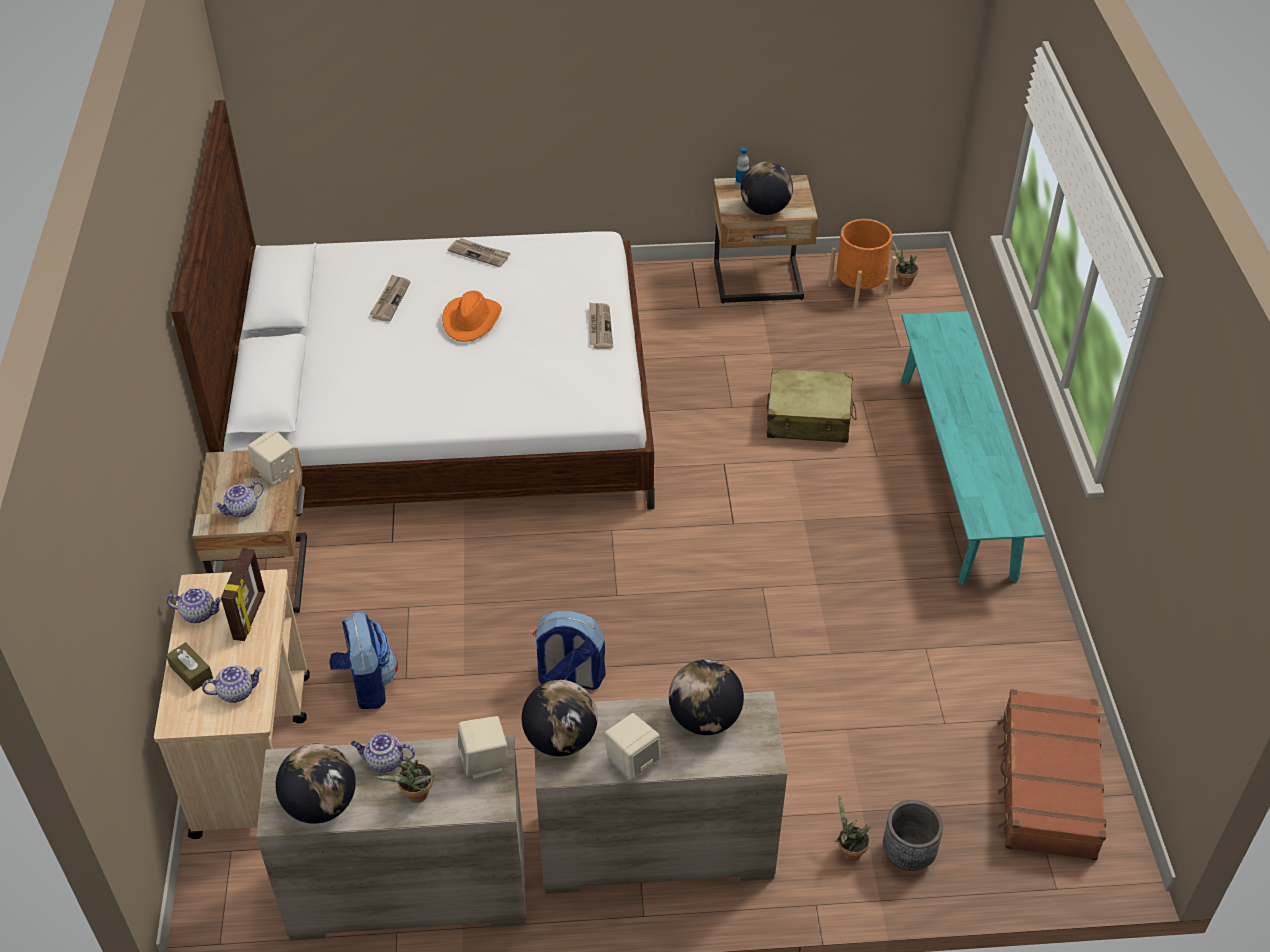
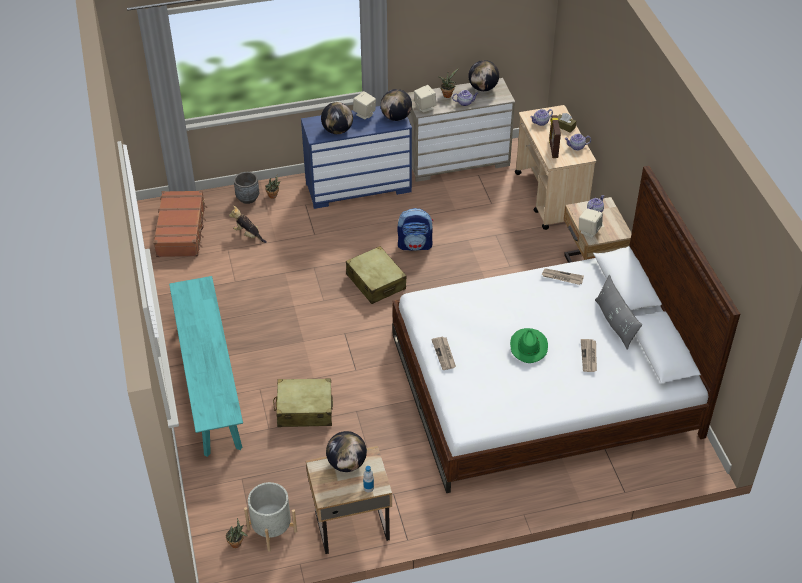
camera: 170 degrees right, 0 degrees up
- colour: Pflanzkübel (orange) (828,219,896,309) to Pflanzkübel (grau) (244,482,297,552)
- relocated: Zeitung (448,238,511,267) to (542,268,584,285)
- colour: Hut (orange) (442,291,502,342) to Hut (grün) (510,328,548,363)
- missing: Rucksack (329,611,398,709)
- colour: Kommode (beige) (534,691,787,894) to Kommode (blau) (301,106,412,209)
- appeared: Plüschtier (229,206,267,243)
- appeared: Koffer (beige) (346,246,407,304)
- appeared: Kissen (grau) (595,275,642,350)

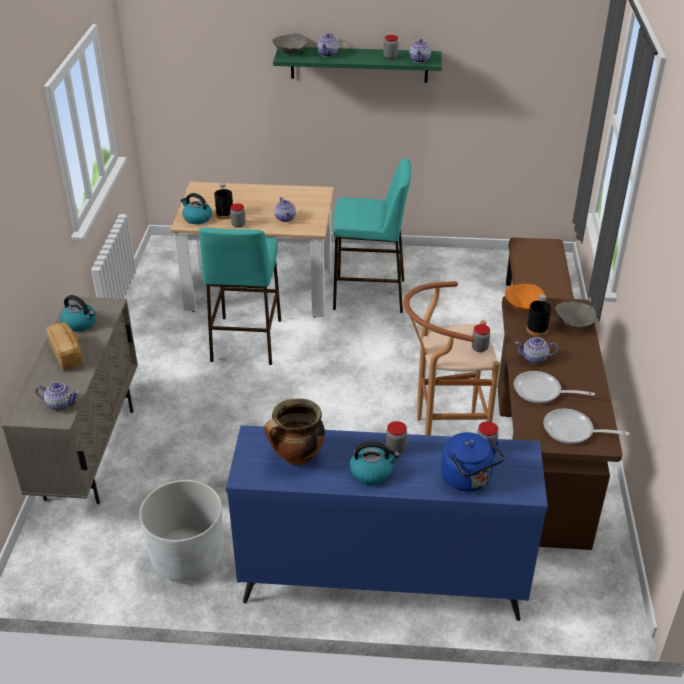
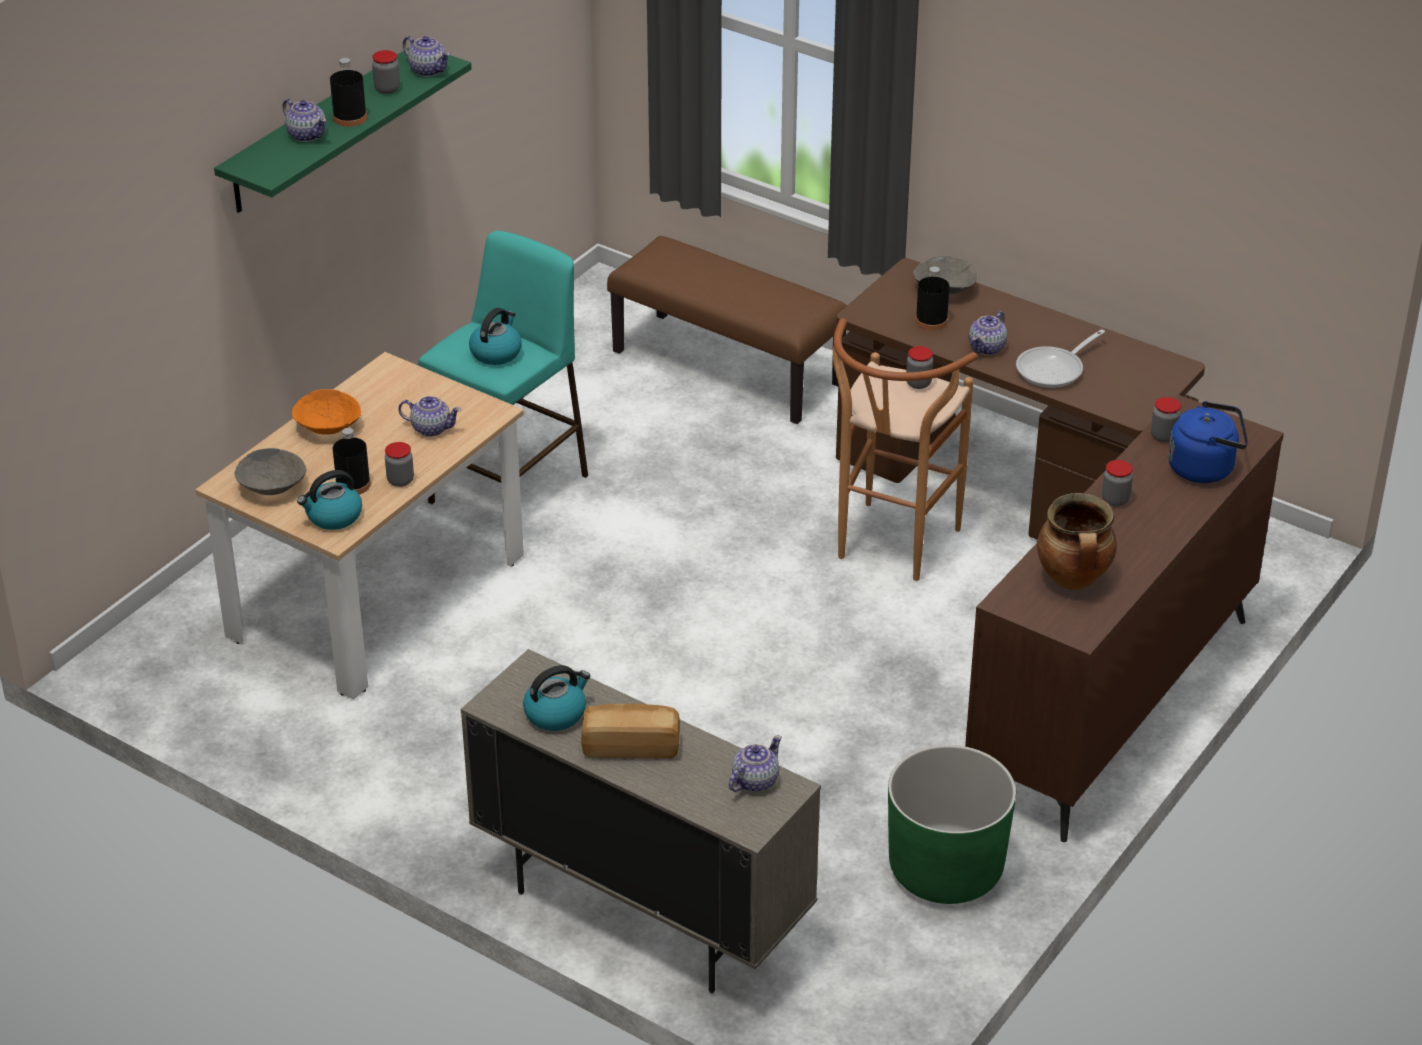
camera: 60 degrees left, 0 degrees up
- relocated: Schüssel (grau) (272,34,307,54) to (234,448,306,495)
- missing: Hocker (türkis) (199,228,281,365)
- relocated: Schüssel (orange) (505,284,545,311) to (292,389,361,435)
- missing: Pfanne (543,409,629,444)
- colour: Kommode (blau) (226,425,548,621) to Kommode (braun) (965,394,1284,842)
- relocated: Wasserkessel (350,441,400,485) to (469,308,522,365)
- colour: Pflanzkübel (weiß) (139,480,223,582) to Pflanzkübel (grün) (888,745,1016,904)
- appeared: Flasche (schwarz) (330,58,367,127)

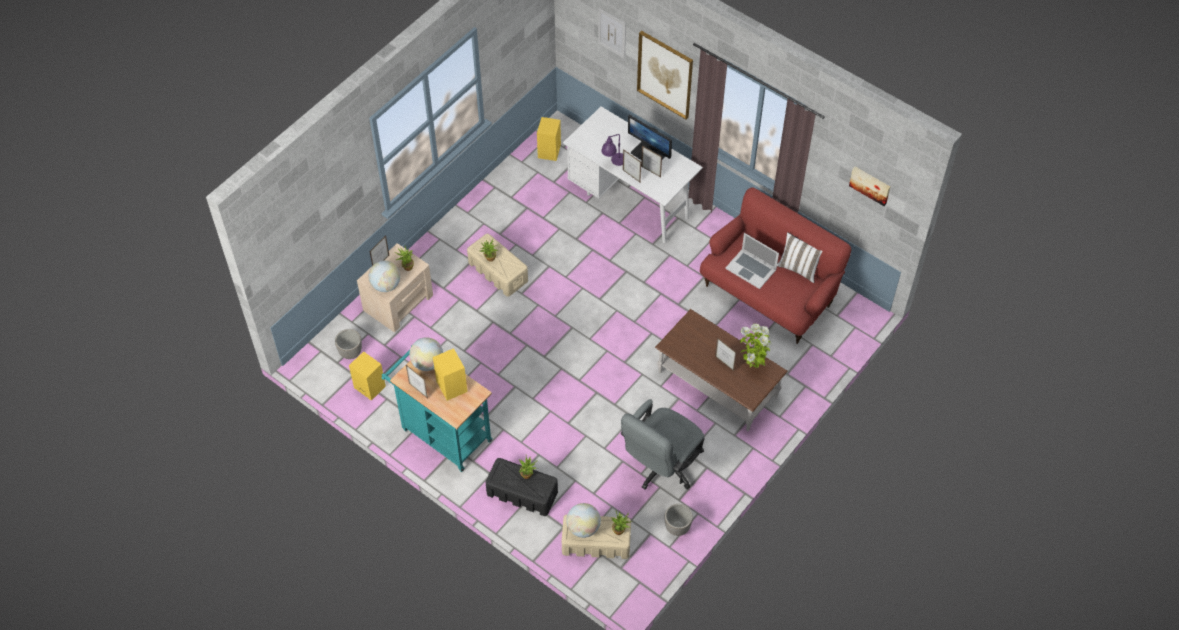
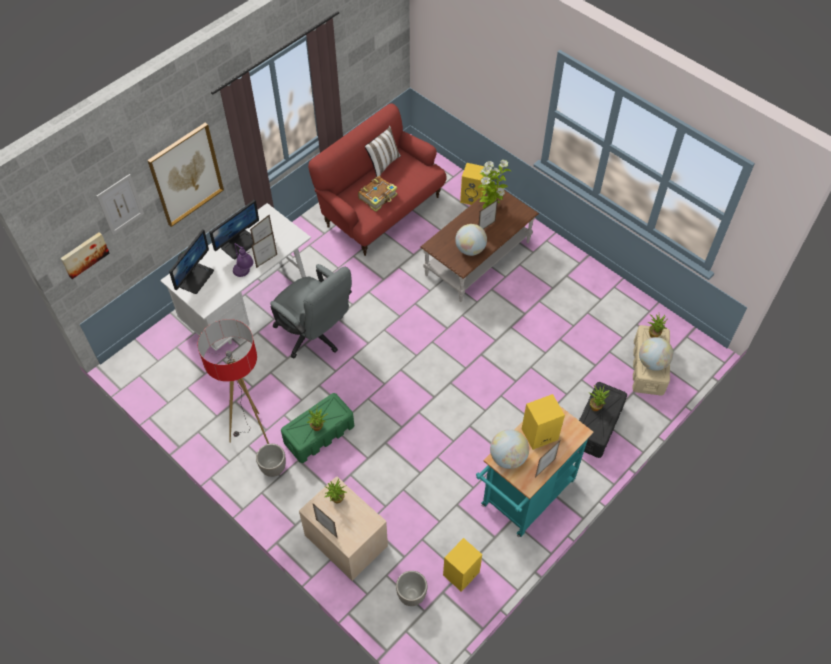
camera: 85 degrees left, 0 degrees up
- relocated: Lautsprecher (gelb) (537,117,561,161) to (460,163,486,205)
- relocated: Bild (849,166,890,206) to (61,232,110,279)
- exchanged: Laptop (725,233,779,289) to Buch (358,176,397,212)
- colour: Aufbewahrungsbox (beige) (467,234,528,297) to Aufbewahrungsbox (grün) (281,393,354,463)
- relocated: Globus (368,261,400,292) to (455,224,487,256)
- relocated: Bürostuhl (grau) (621,399,705,489) to (270,264,352,359)
- relocated: Pflanzkübel (665,504,693,536) to (256,444,286,477)
- appeared: Monitor (169,229,214,294)
- appeared: Stehlampe (198,319,269,444)

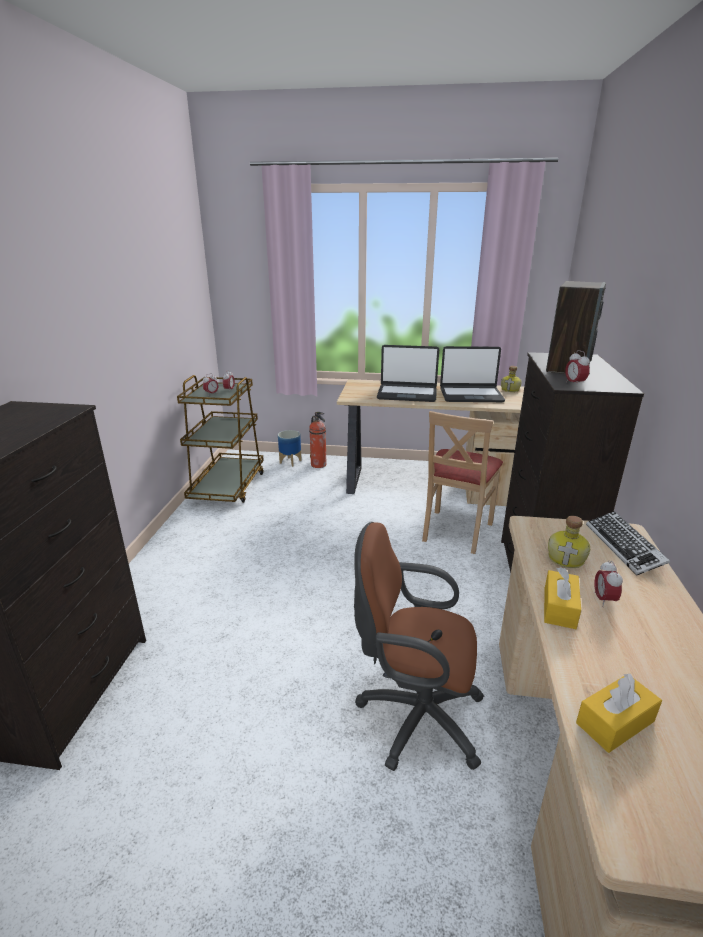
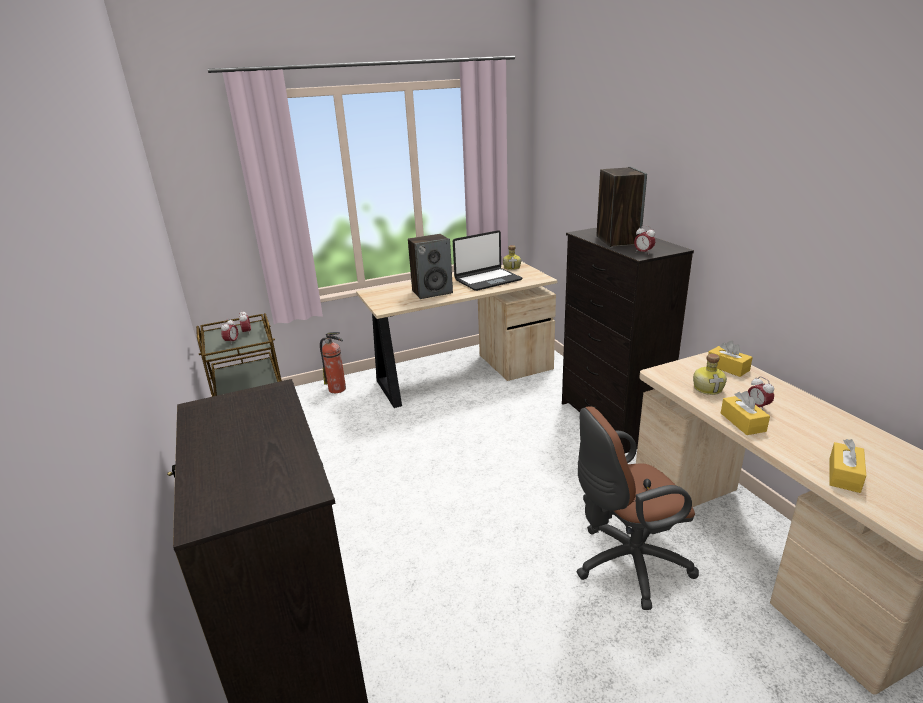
camera: 30 degrees left, 0 degrees up
- exchanged: Laptop (377,345,439,402) to Lautsprecher (408,234,453,299)
- missing: Stuhl (beige) (422,411,503,554)
- missing: Pflanzkübel (278,430,302,467)
- exchanged: Tastatur (586,511,670,575) to Taschentuchbox (gelb) (708,340,753,377)

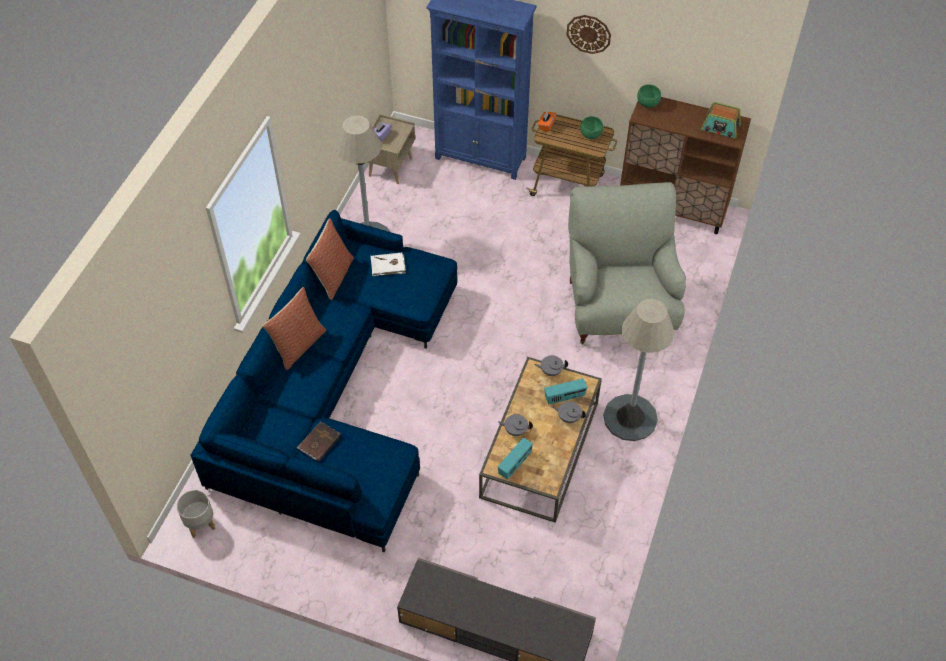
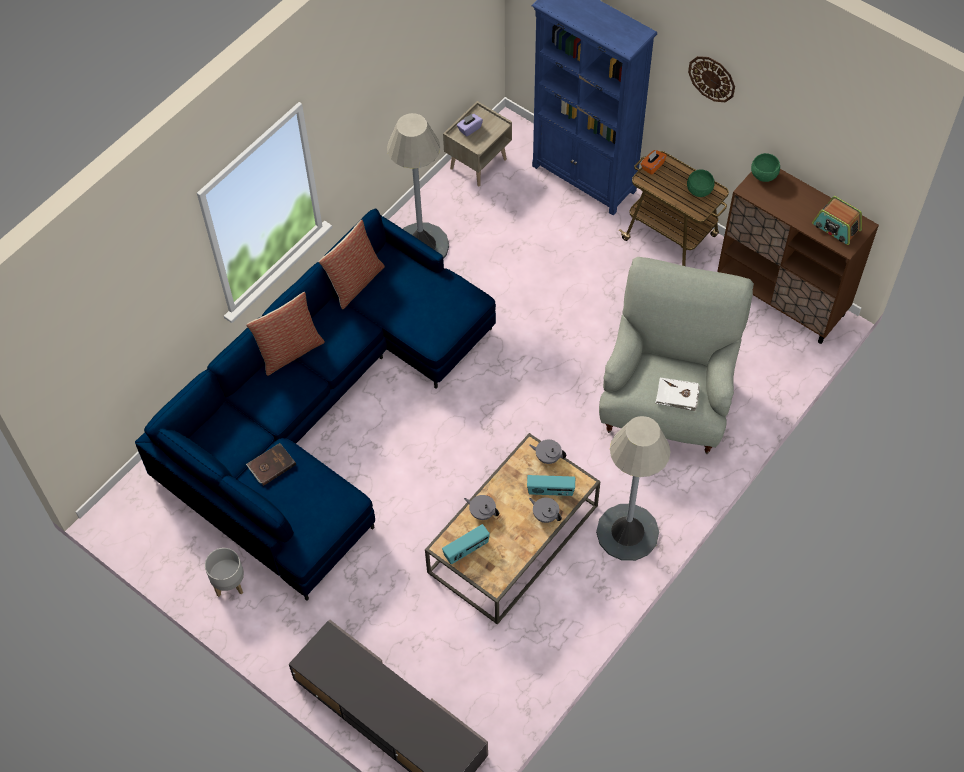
camera: 20 degrees right, 5 degrees up
- relocated: Buch (weiß) (371,252,406,276) to (655,378,700,411)
- relocated: Pflanzkübel (grau) (177,490,215,538) to (205,548,244,597)

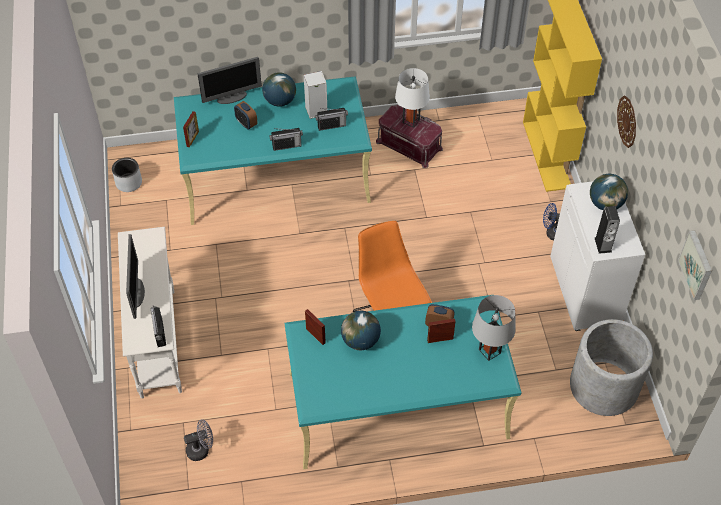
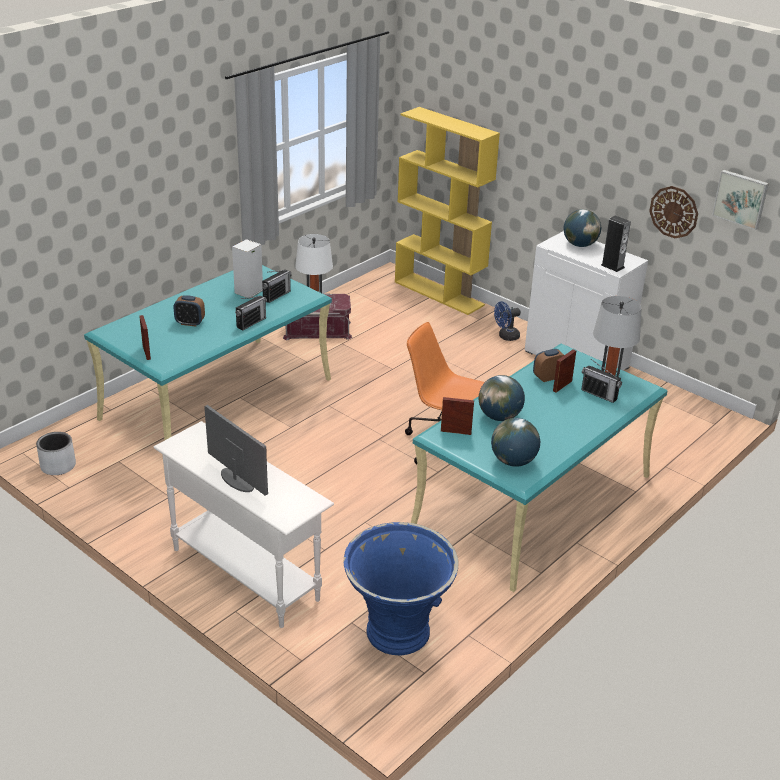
camera: 40 degrees left, 20 degrees down
- missing: Monitor (198,57,262,104)
- relocated: Globus (262,72,296,107) to (491,418,540,467)
- relocated: Wanduhr (617,96,636,148) to (649,186,698,238)
- relocated: Radio (151,305,166,347) to (581,359,622,403)
- missing: Pflanzkübel (grau) (570,319,653,416)
- exchanged: Ventilator (grau) (184,419,213,461) to Pflanzkübel (blau) (344,522,459,656)

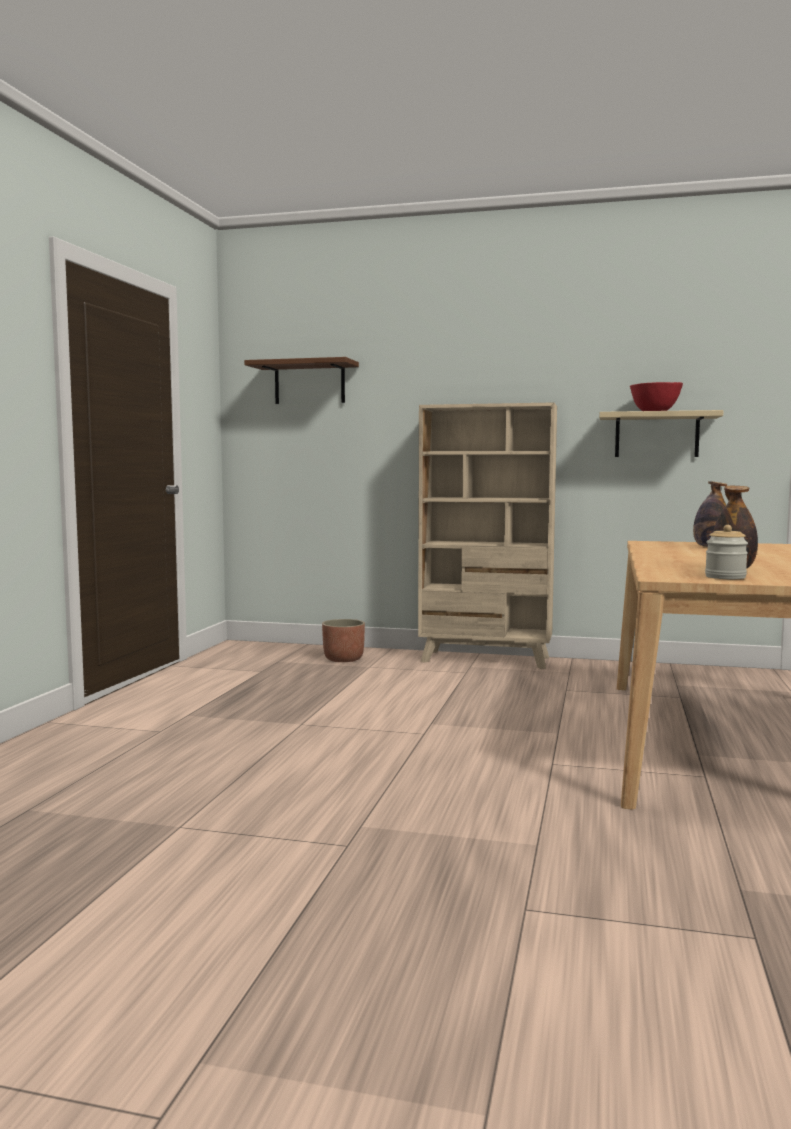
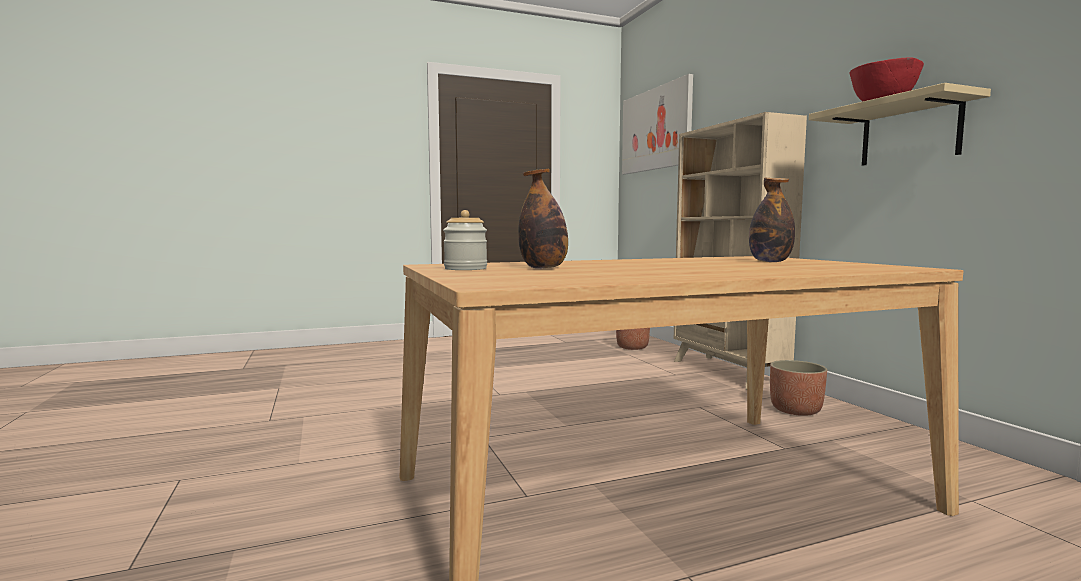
camera: 55 degrees right, 0 degrees up
- exchanged: Wandregal (braun) (244,357,359,404) to Bild (622,74,693,174)
- appeared: Pflanzkübel (770,360,827,416)

